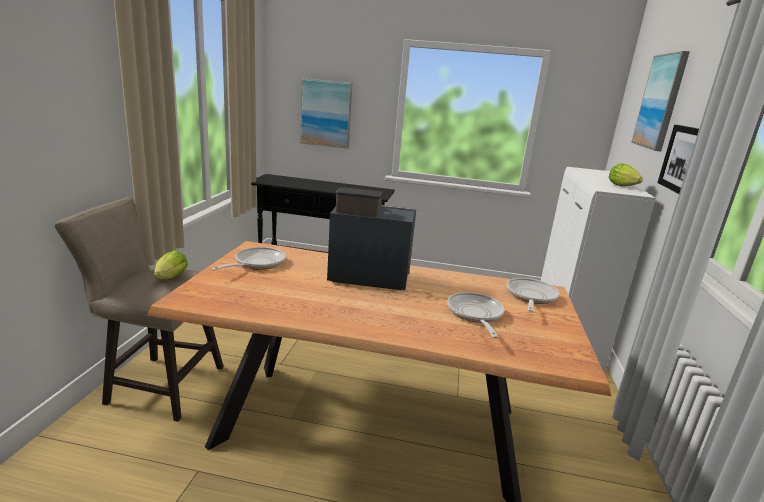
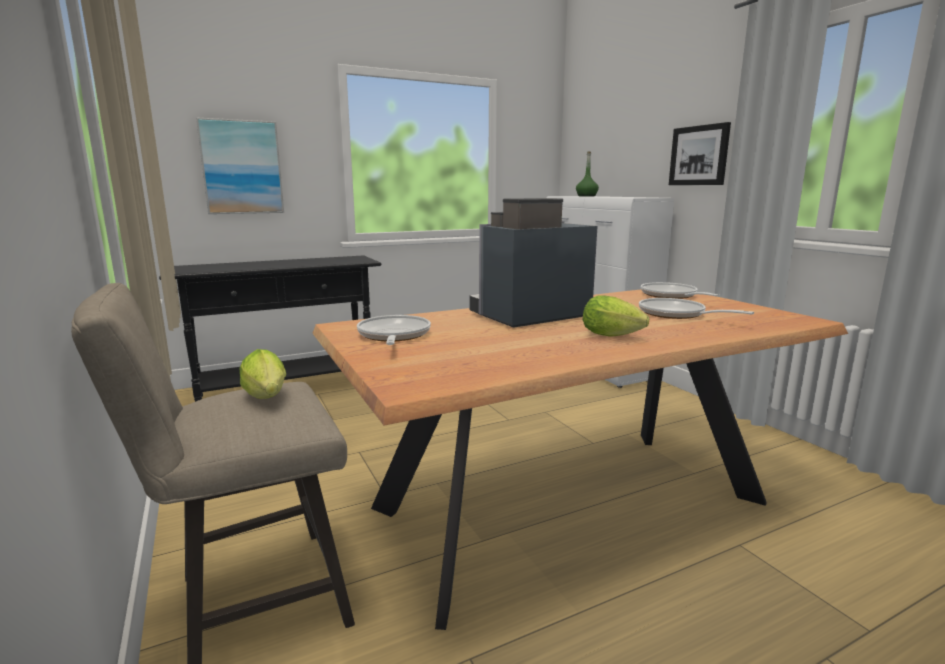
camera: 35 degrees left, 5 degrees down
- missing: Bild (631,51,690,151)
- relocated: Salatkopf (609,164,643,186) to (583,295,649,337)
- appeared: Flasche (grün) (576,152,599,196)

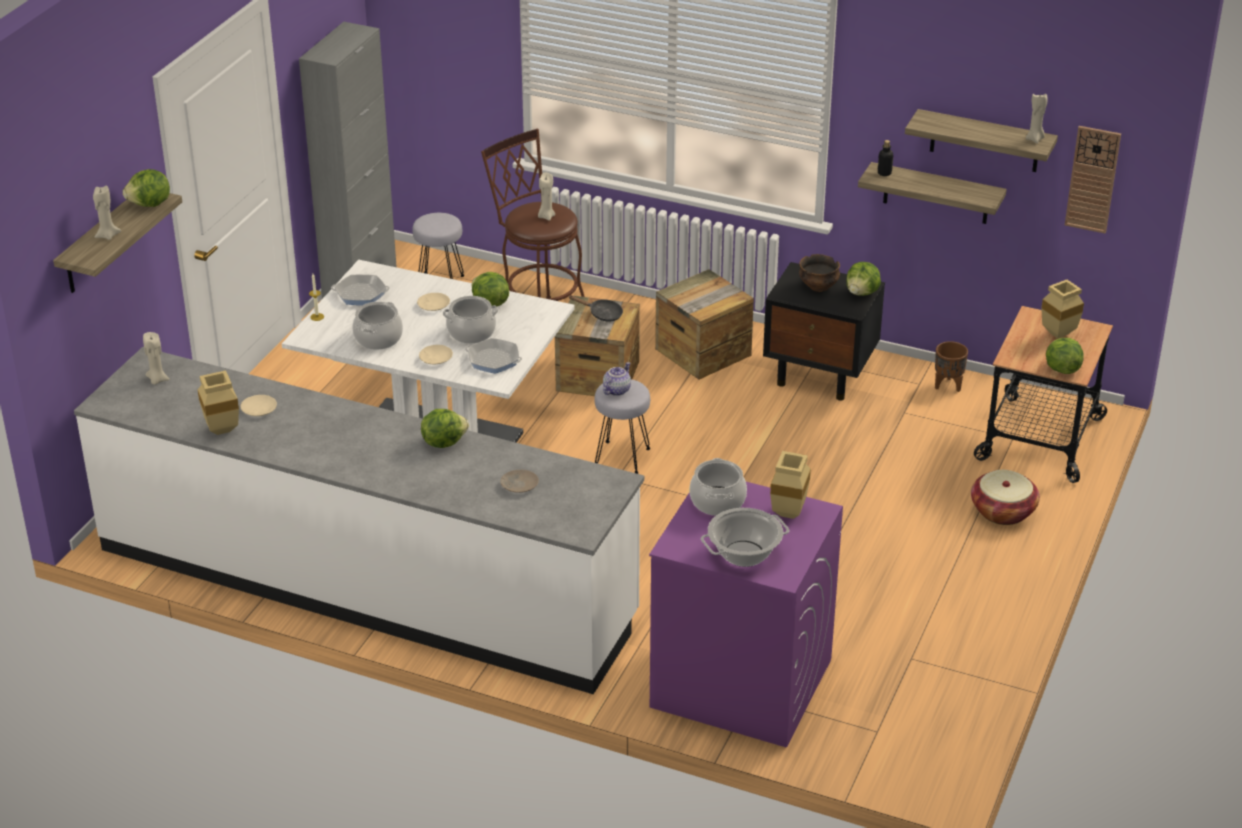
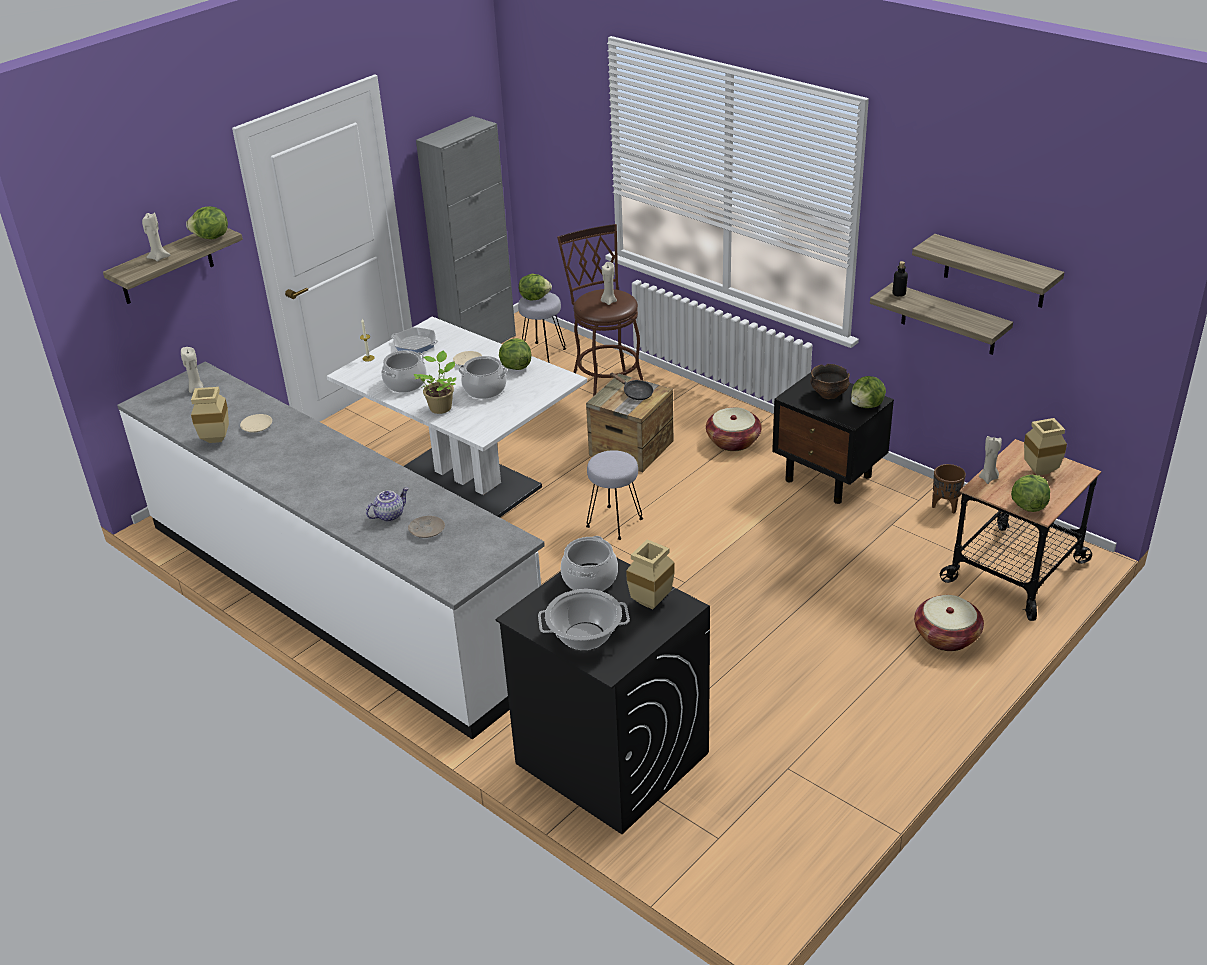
camera: 20 degrees right, 0 degrees up
- relocated: Kerze (beige) (1026,92,1048,144) to (979,436,1002,484)
- missing: Wanduhr (1065,126,1121,233)
- exchanged: Kiste (655,269,754,380) to Korb (706,407,762,451)
- missing: Pfanne (465,338,522,374)
- exchanged: Teller (beige) (419,345,453,364) to Topfpflanze (414,350,456,414)
- relocated: Teekanne (603,362,631,396) to (366,487,409,522)
- relocated: Salatkopf (421,409,469,448) to (519,274,552,300)
- colour: Waschmaschine (lila) (649,482,843,748) to Waschmaschine (schwarz) (496,557,710,834)

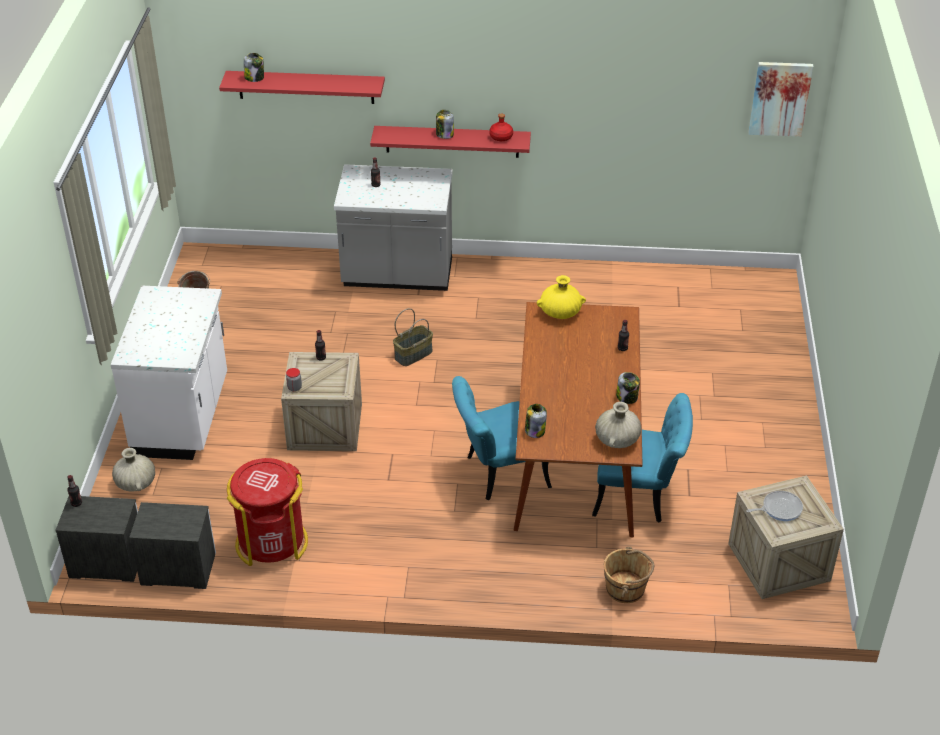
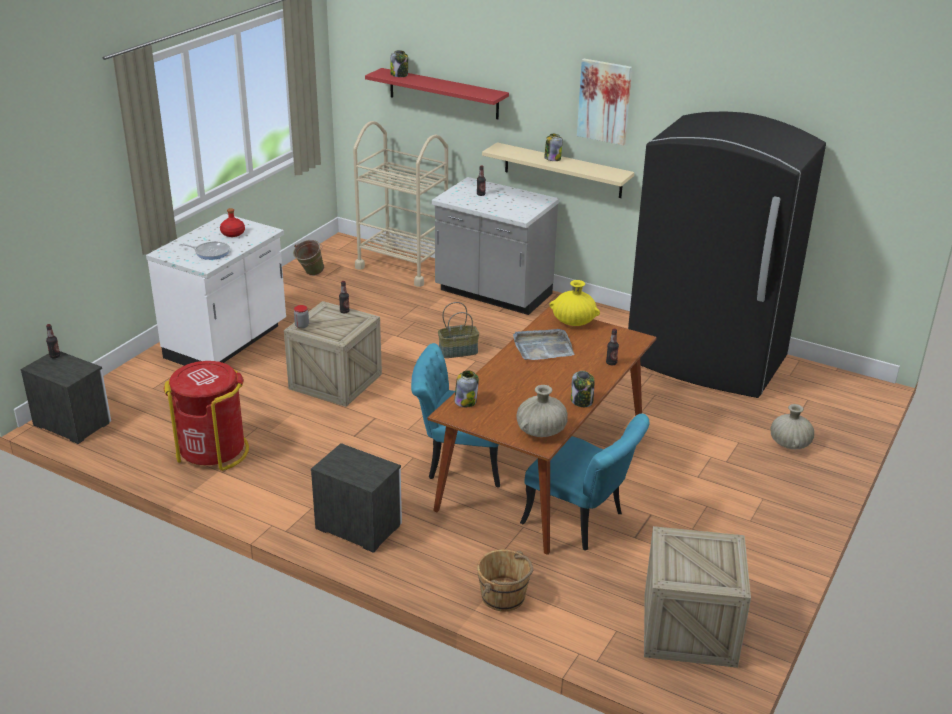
camera: 25 degrees right, 10 degrees down
- relocated: Bild (748,62,813,137) to (577,59,632,146)
- relocated: Flasche (rot) (489,113,513,141) to (220,208,245,237)
- colour: Wandregal (rot) (370,126,531,158) to Wandregal (beige) (482,142,634,198)
- relocated: Vase (beige) (112,448,155,492) to (770,404,814,449)
- relocated: Pfanne (746,491,803,521) to (179,241,230,260)
- relocated: Nachttisch (129,502,216,589) to (311,443,402,553)
- appeared: Kühlschrank (schwarz) (628,112,826,398)
- appeared: Rollwagen (beige) (353,121,448,287)
- appeared: Tablett (grau) (513,329,575,360)

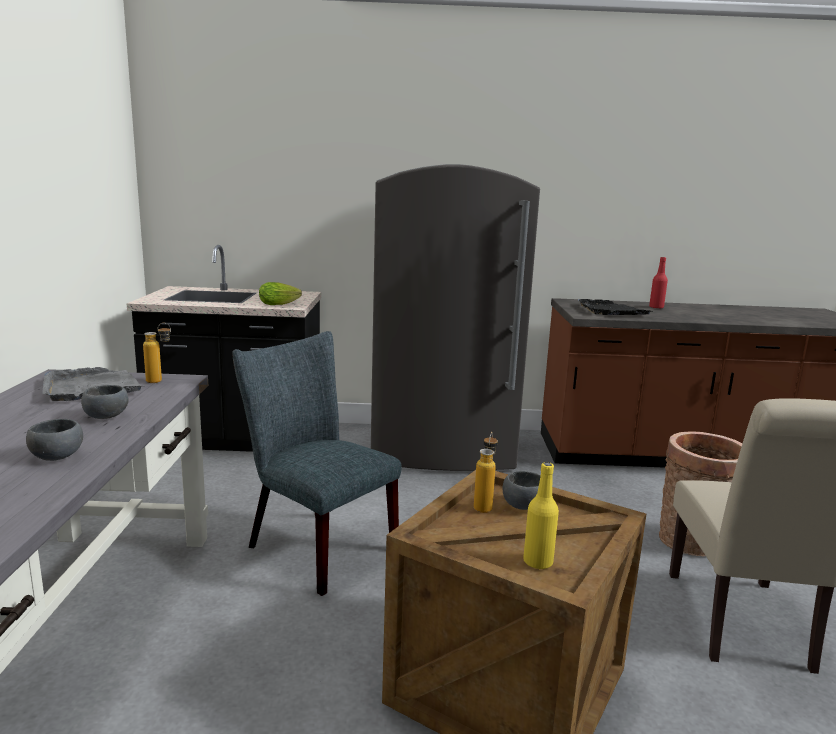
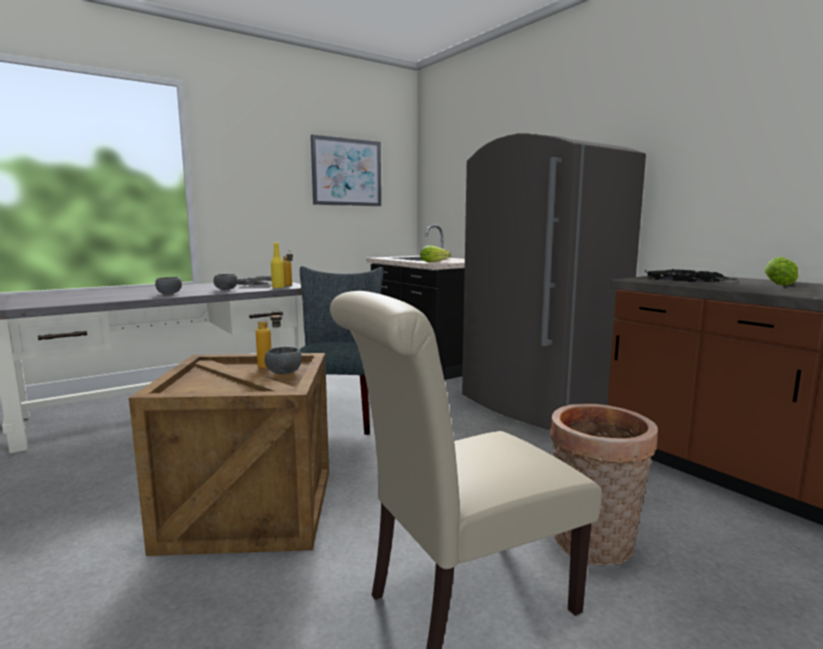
camera: 55 degrees right, 5 degrees down
- exchanged: Flasche (rot) (649,257,668,309) to Salatkopf (764,257,799,286)
- relocated: Flasche (gelb) (523,462,559,569) to (271,243,285,288)
- appeared: Bild (311,135,381,206)

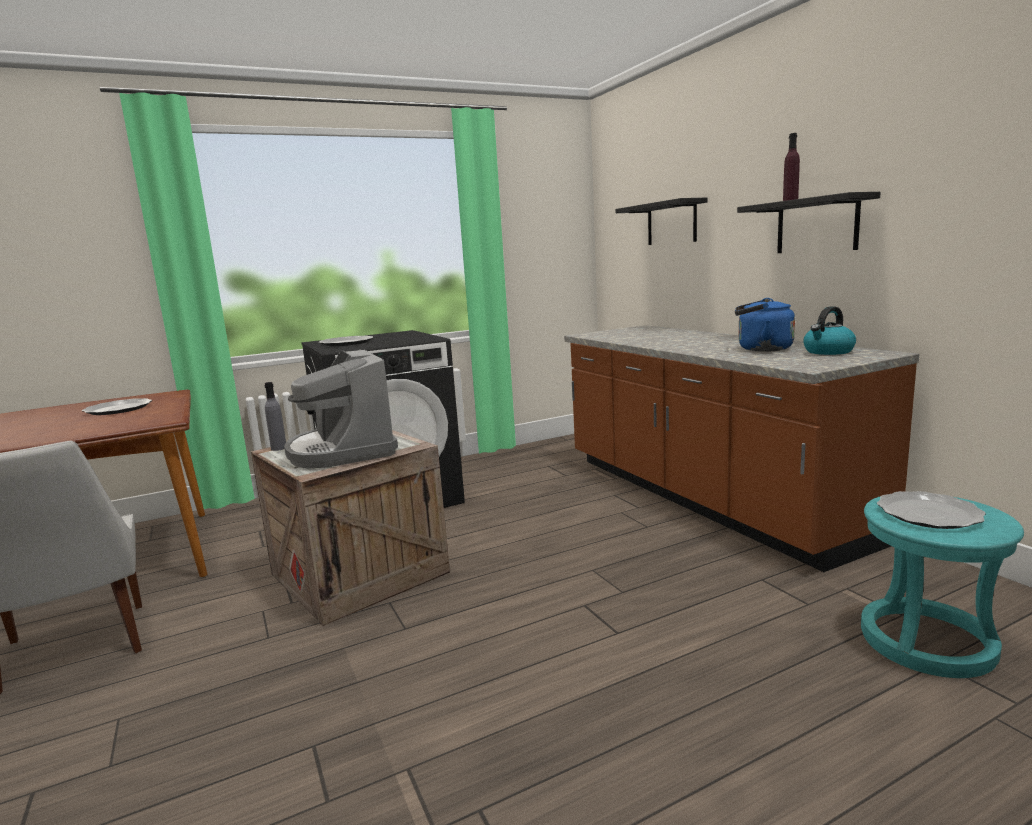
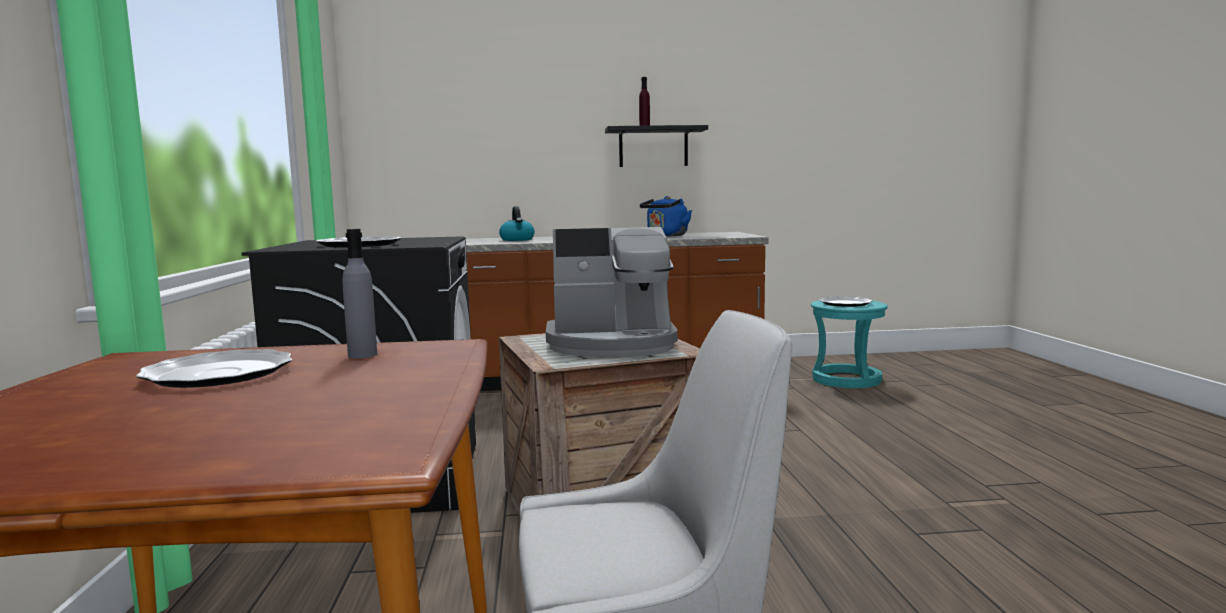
camera: 70 degrees left, 5 degrees down
- missing: Wandregal (schwarz) (615,198,708,245)
- relocated: Wasserkessel (803,306,856,355) to (499,206,535,241)
- relocated: Flasche (grau) (264,382,286,451) to (342,229,377,358)

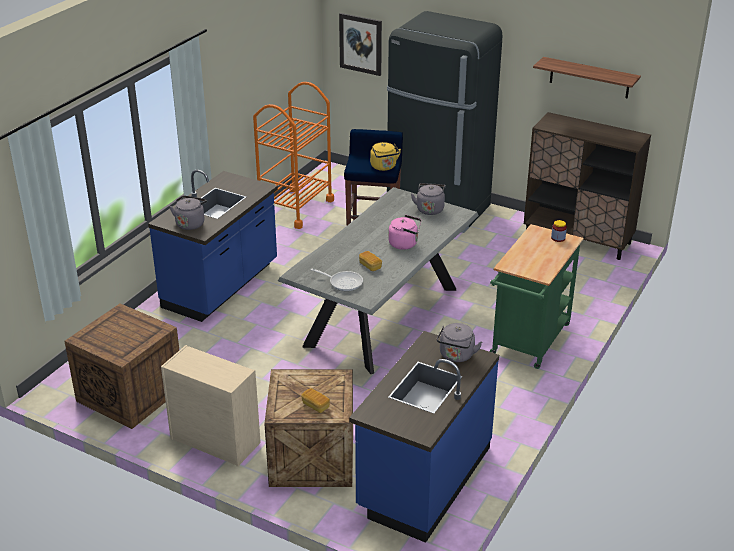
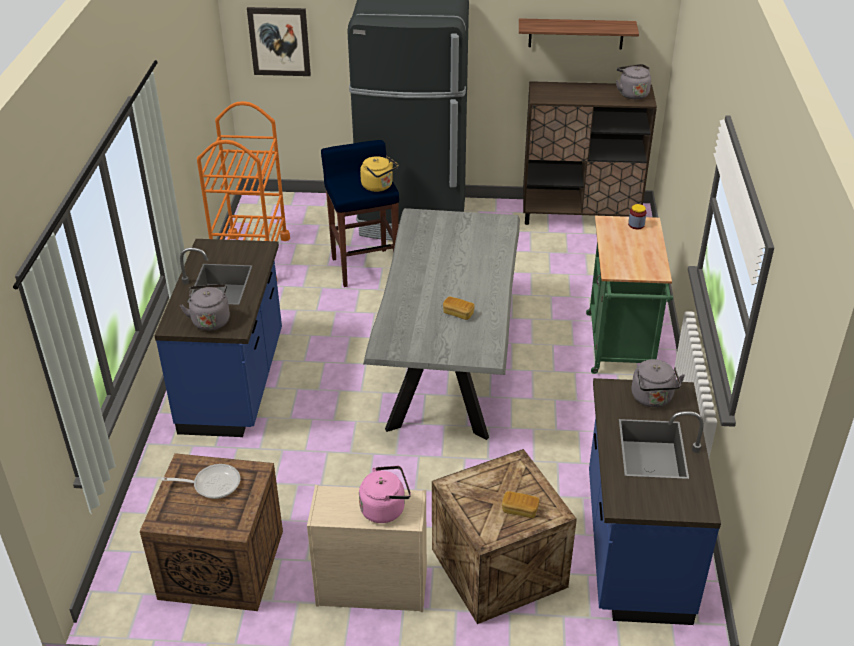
camera: 25 degrees left, 5 degrees up
- relocated: Wasserkessel (grau) (411,183,445,215) to (616,64,651,100)
- relocated: Wasserkessel (rosa) (388,215,421,250) to (359,466,411,523)
- relocated: Pfanne (311,268,363,291) to (161,464,240,499)

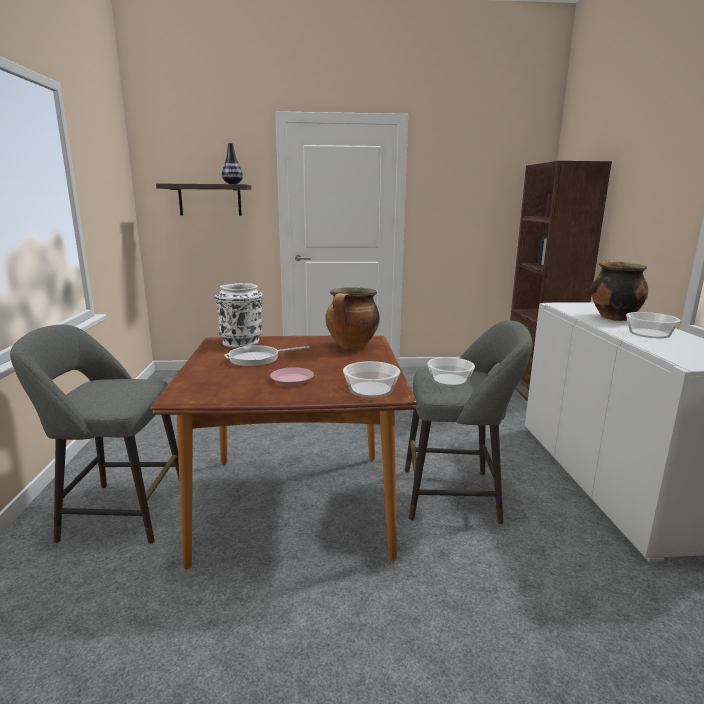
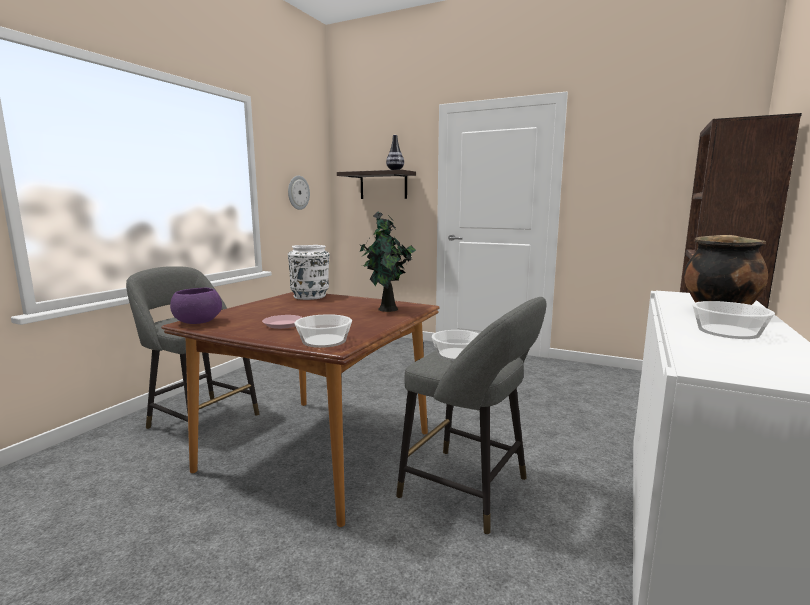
camera: 30 degrees right, 5 degrees down
- exchanged: Kochtopf (326,287,380,350) to Topfpflanze (360,212,416,312)
- missing: Pfanne (225,345,310,367)
- appeared: Wanduhr (288,176,310,210)
- appeared: Schüssel (lila) (170,288,222,324)

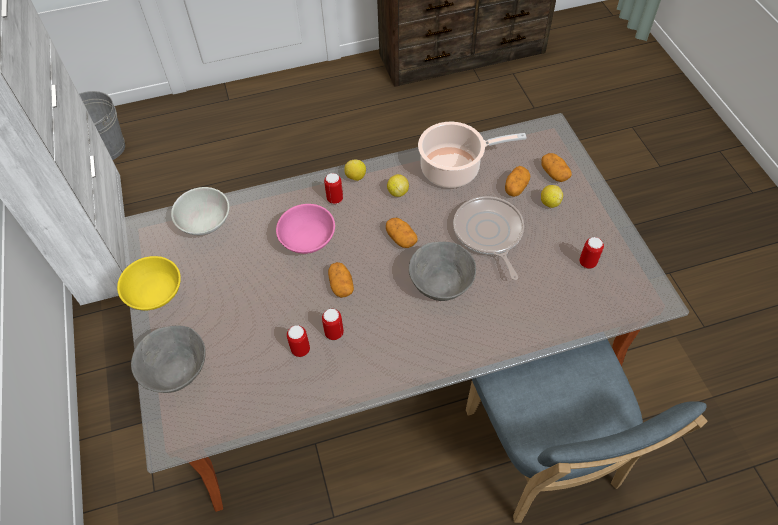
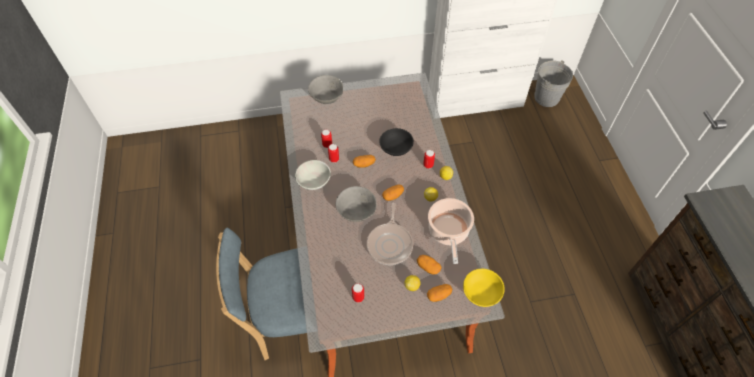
camera: 95 degrees right, 0 degrees up
- relocated: Schüssel (weiß) (171,187,229,235) to (295,160,331,190)
- spun: Pfanne (453,196,524,280) = (367,203,413,265) 105 degrees clockwise
- colour: Schüssel (rosa) (276,204,335,254) to Schüssel (schwarz) (379,128,414,156)
- relocated: Schüssel (gelb) (117,256,181,310) to (463,269,505,307)

